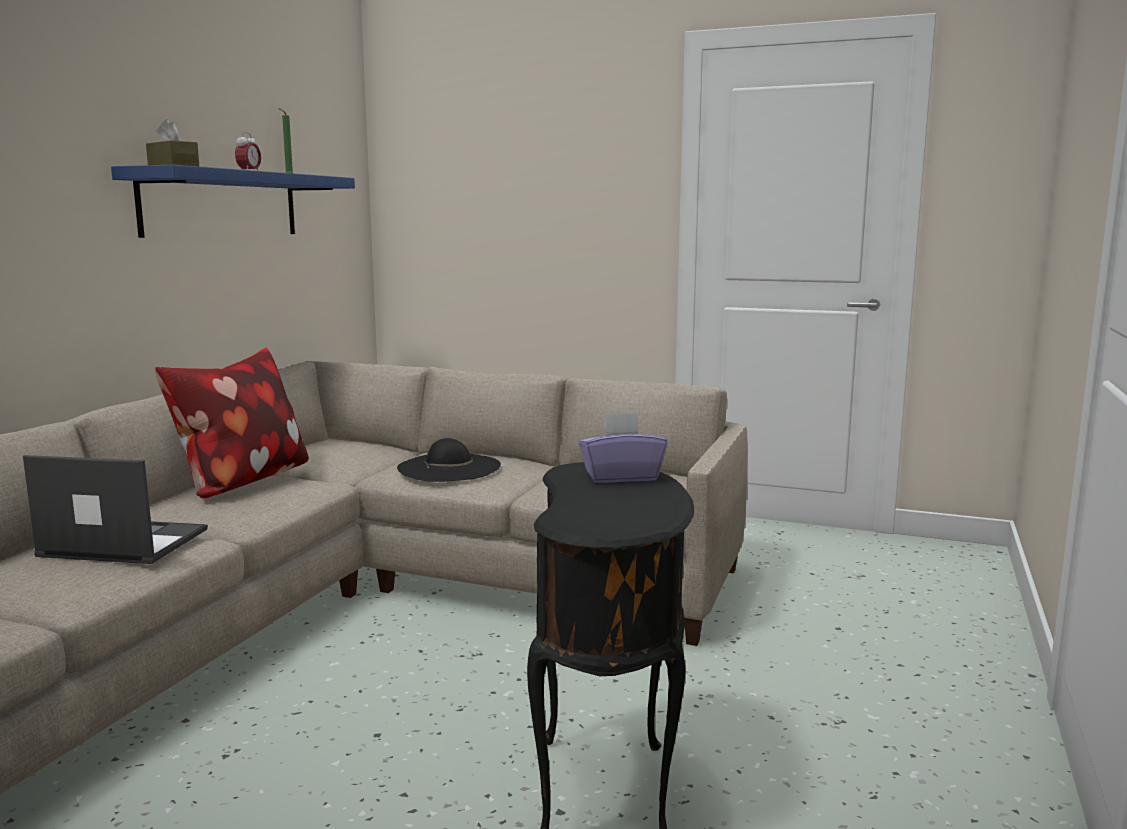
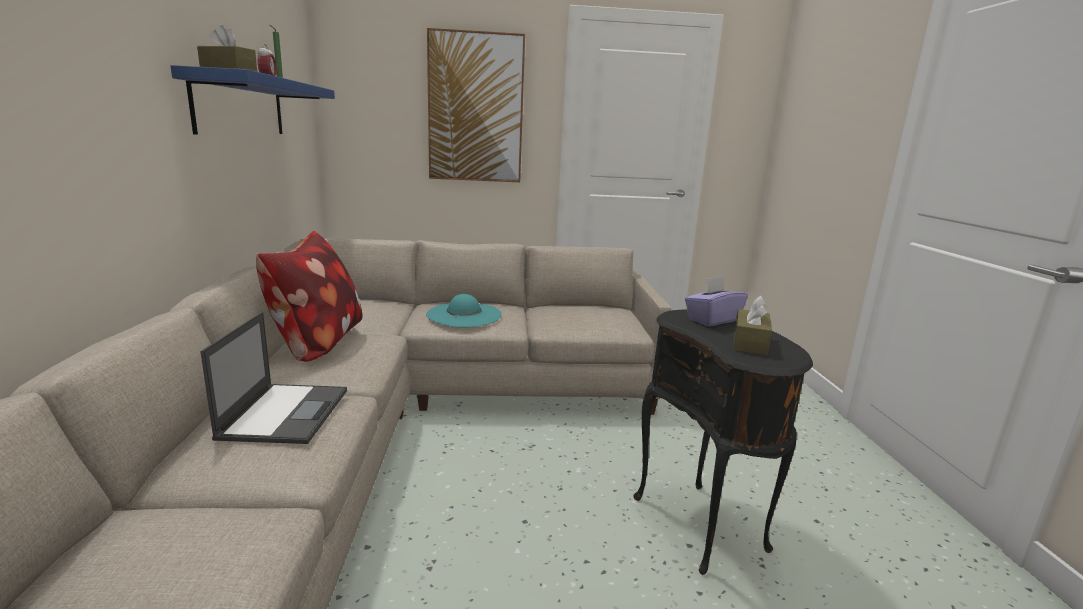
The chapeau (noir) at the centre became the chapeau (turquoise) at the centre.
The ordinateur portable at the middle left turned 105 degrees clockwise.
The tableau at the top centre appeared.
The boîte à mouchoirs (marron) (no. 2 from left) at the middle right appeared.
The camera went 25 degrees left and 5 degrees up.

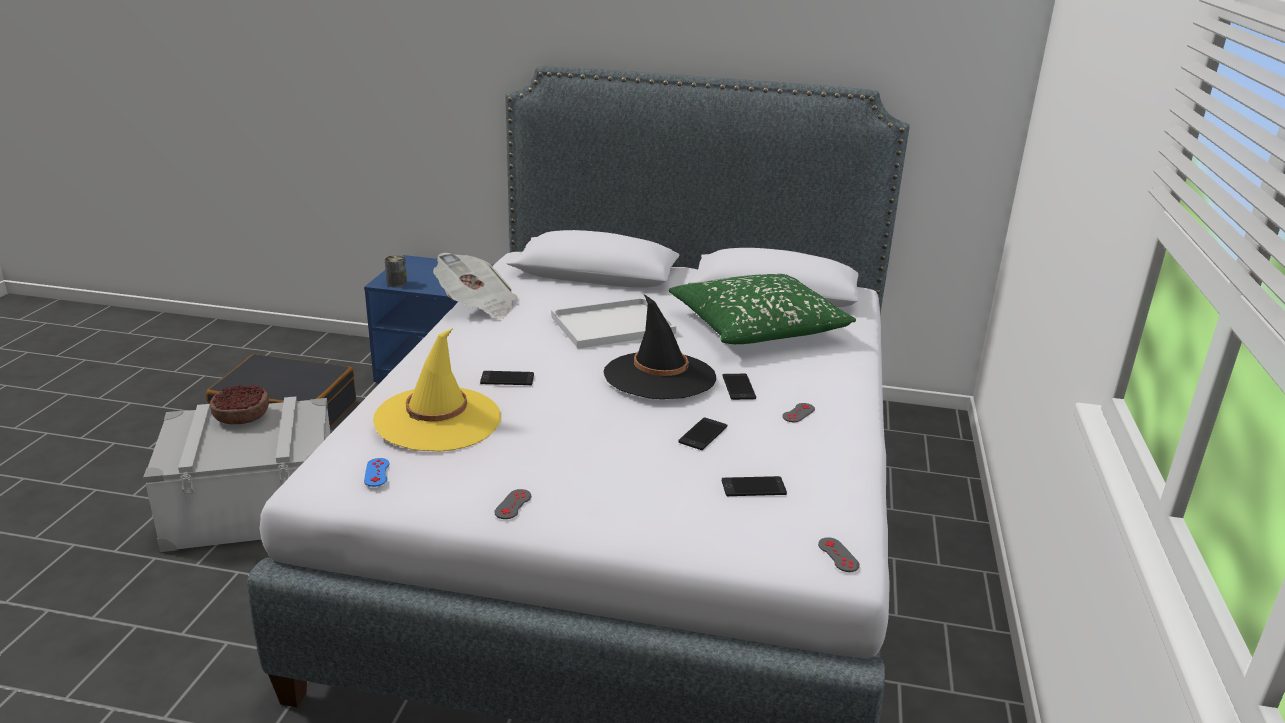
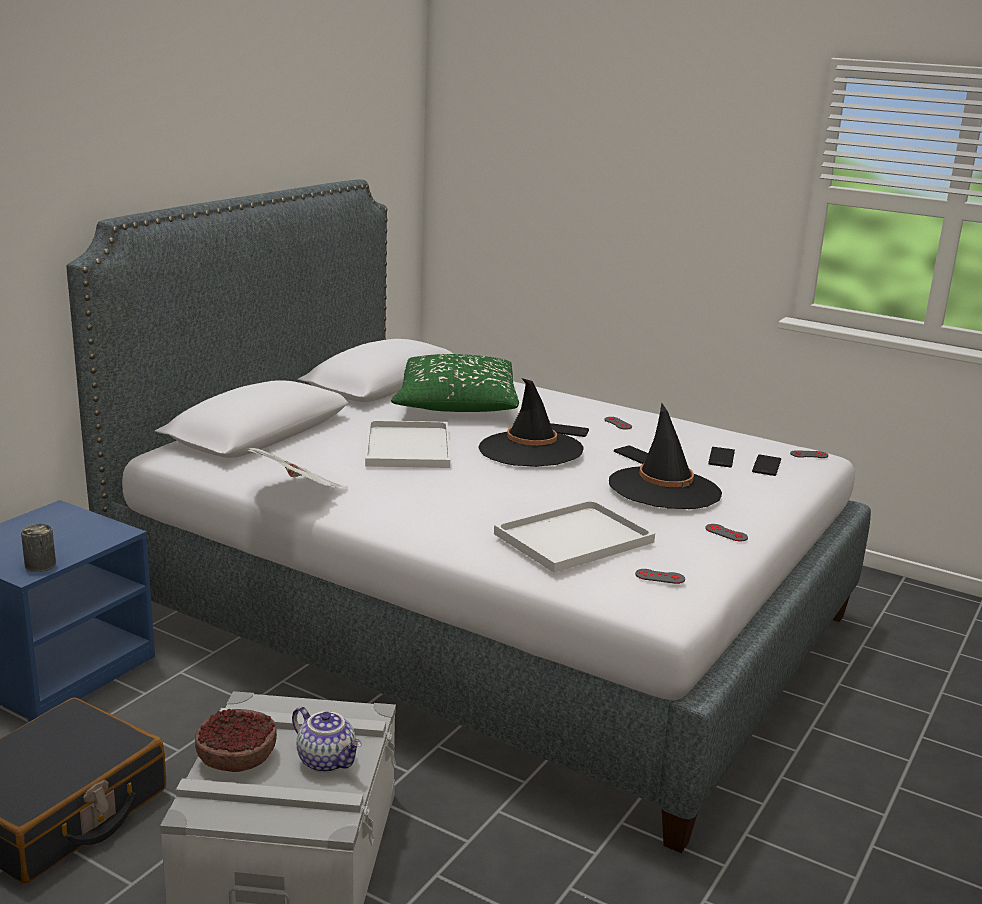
The chapeau (jaune) at the centre was replaced by the plateau (blanc) (no. 2 from left) at the centre.
The téléphone (no. 1 from left in the first image) moved from the centre to the middle right.
The manette (bleu) at the middle left became the manette (gris) (no. 2 from left) at the middle right.
The chapeau (noir) (no. 2 from left) at the middle right appeared.
The théière at the bottom left appeared.
The camera went 70 degrees left and 5 degrees down.

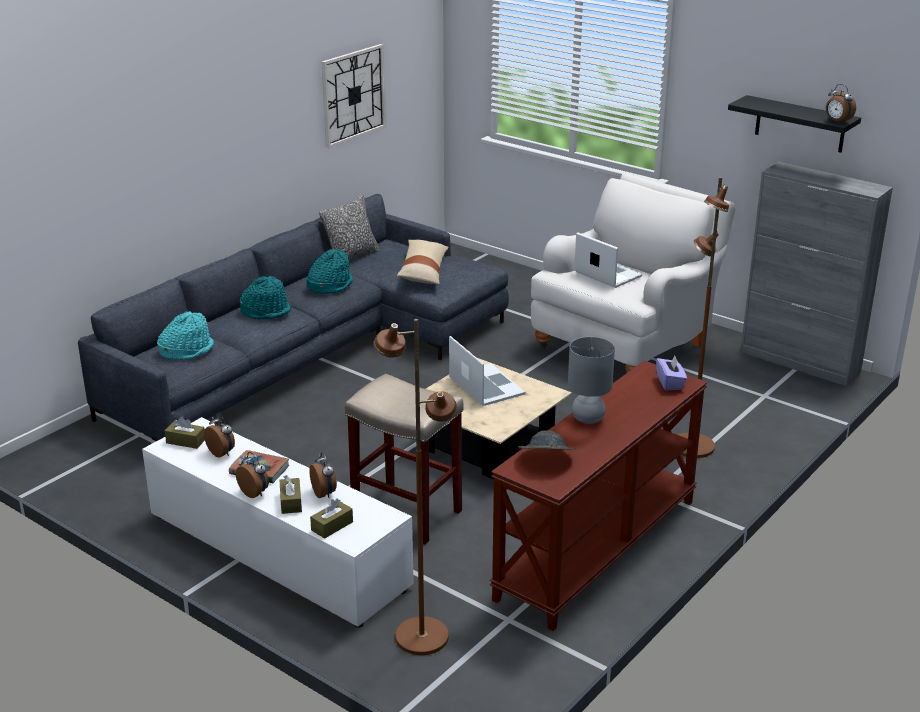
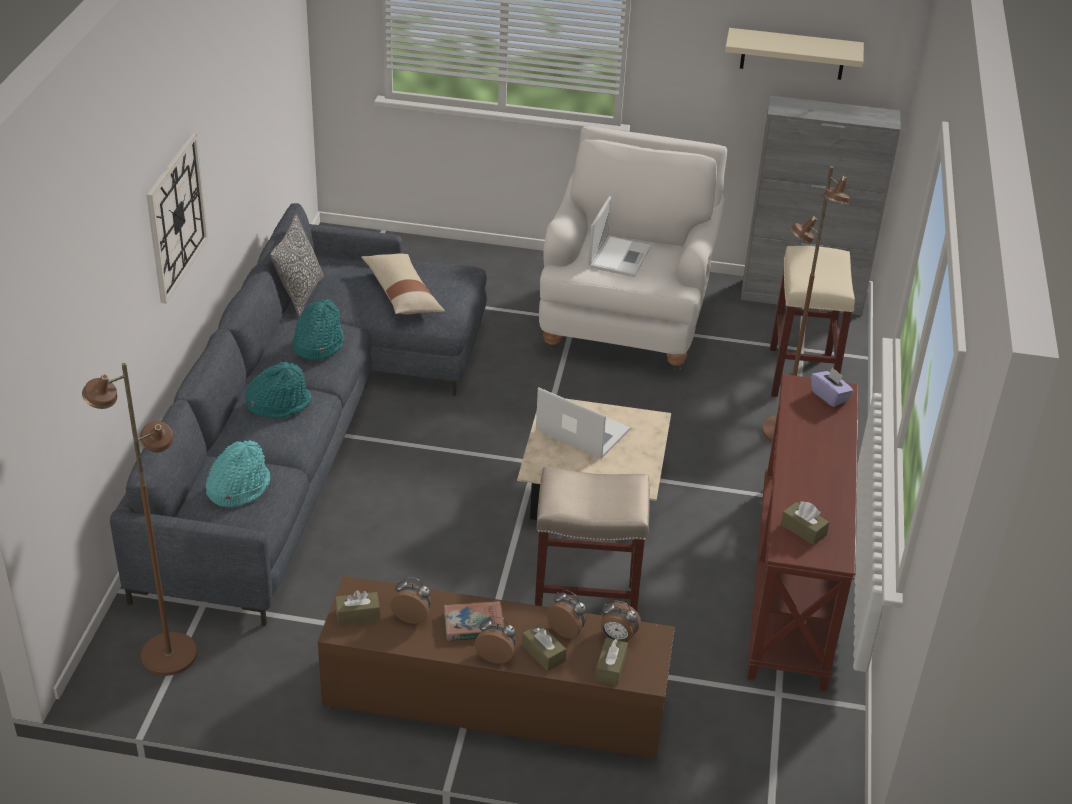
The horloge murale moved from the top centre to the top left.
The réveil (no. 4 from left) moved from the top right to the bottom centre.
The étagère (noir) at the top right became the étagère (beige) at the top right.
The ordinateur portable (no. 2 from left) at the centre turned 90 degrees clockwise.
The lampadaire (marron) (no. 1 from left) moved from the bottom centre to the middle left.
The lampe de table (gris) at the centre disappeared.
The meuble télé (blanc) at the bottom left became the meuble télé (marron) at the bottom centre.
The chapeau (gris) at the centre was replaced by the boîte à mouchoirs (marron) (no. 4 from left) at the middle right.
The tabouret (beige) (no. 2 from left) at the middle right appeared.
The camera went 30 degrees left and 10 degrees up.

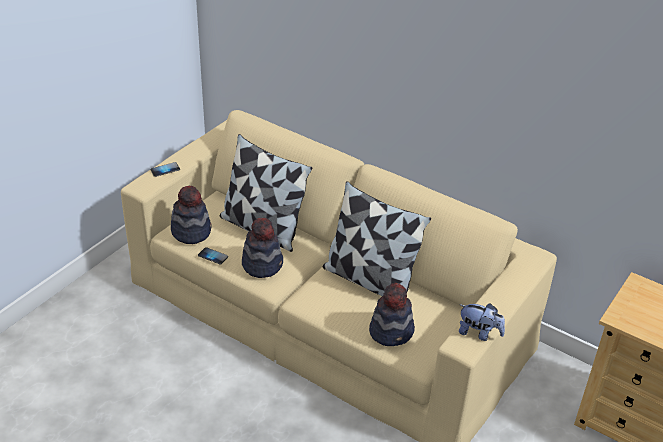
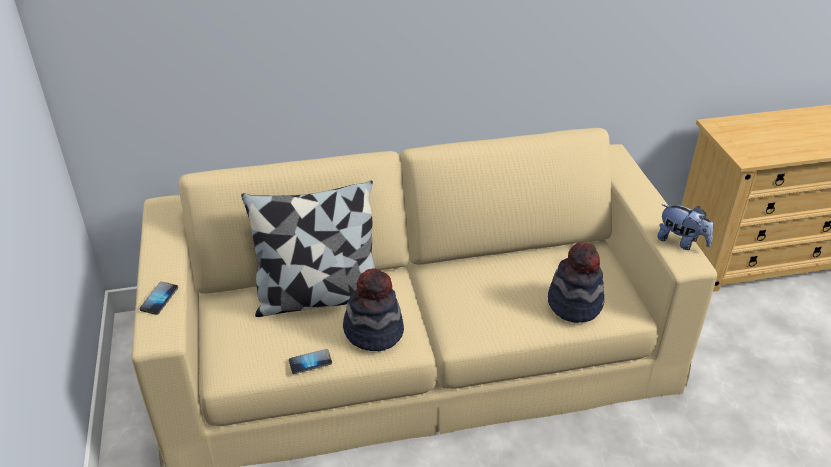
The coussin (no. 2 from left) at the centre disappeared.
The chapeau (no. 1 from left) at the middle left disappeared.
The peluche at the bottom right turned 60 degrees clockwise.
The camera went 45 degrees left and 0 degrees up.

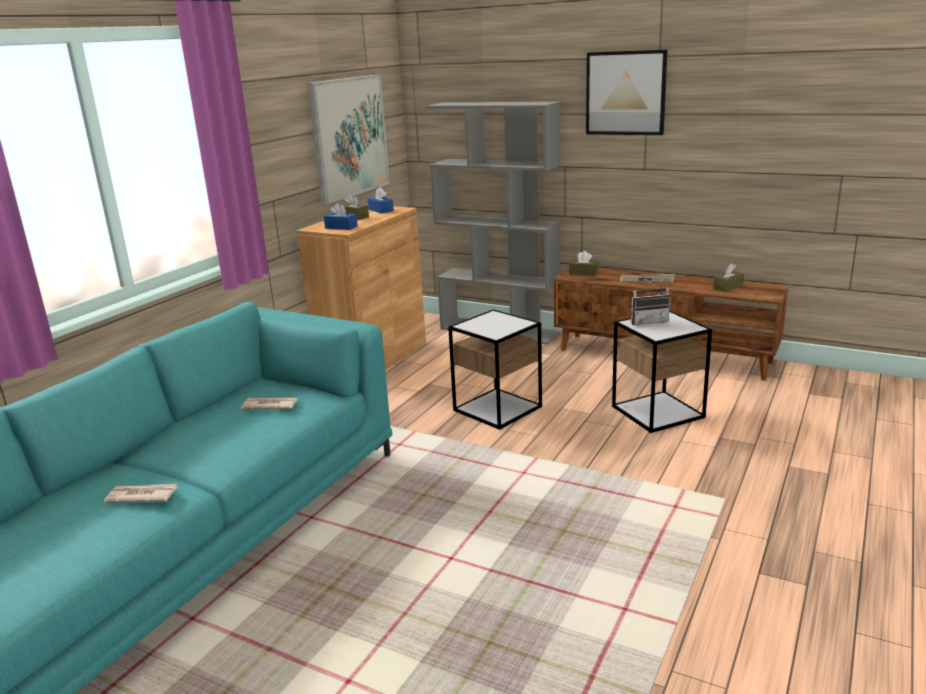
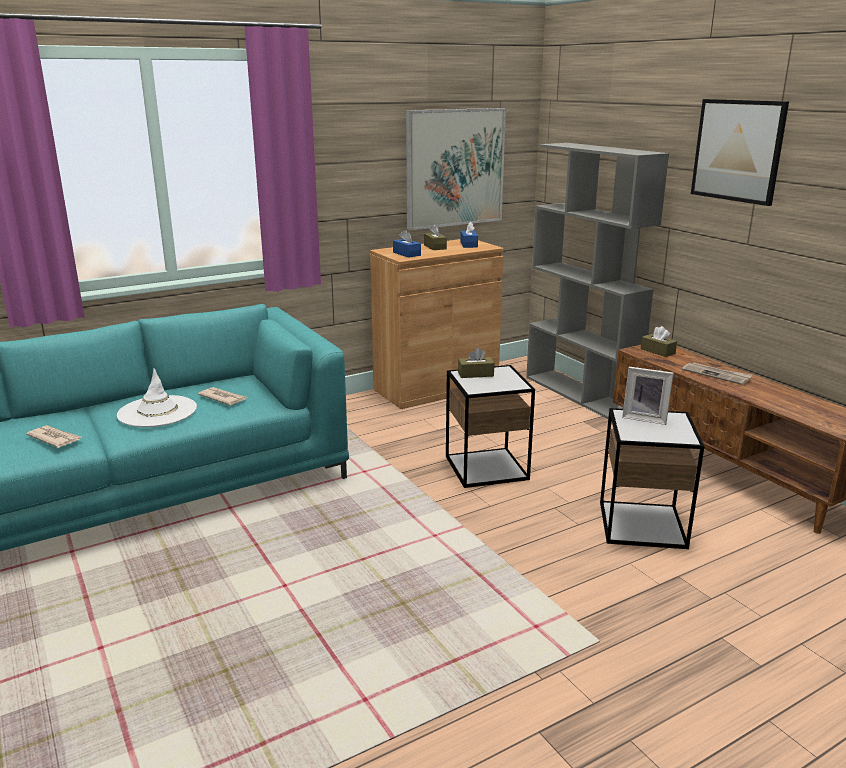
The boîte à mouchoirs (marron) (no. 3 from left in the first image) moved from the middle right to the centre.
The radio at the middle right was replaced by the cadre photo at the middle right.
The chapeau (blanc) at the middle left appeared.
The camera went 30 degrees right and 0 degrees up.

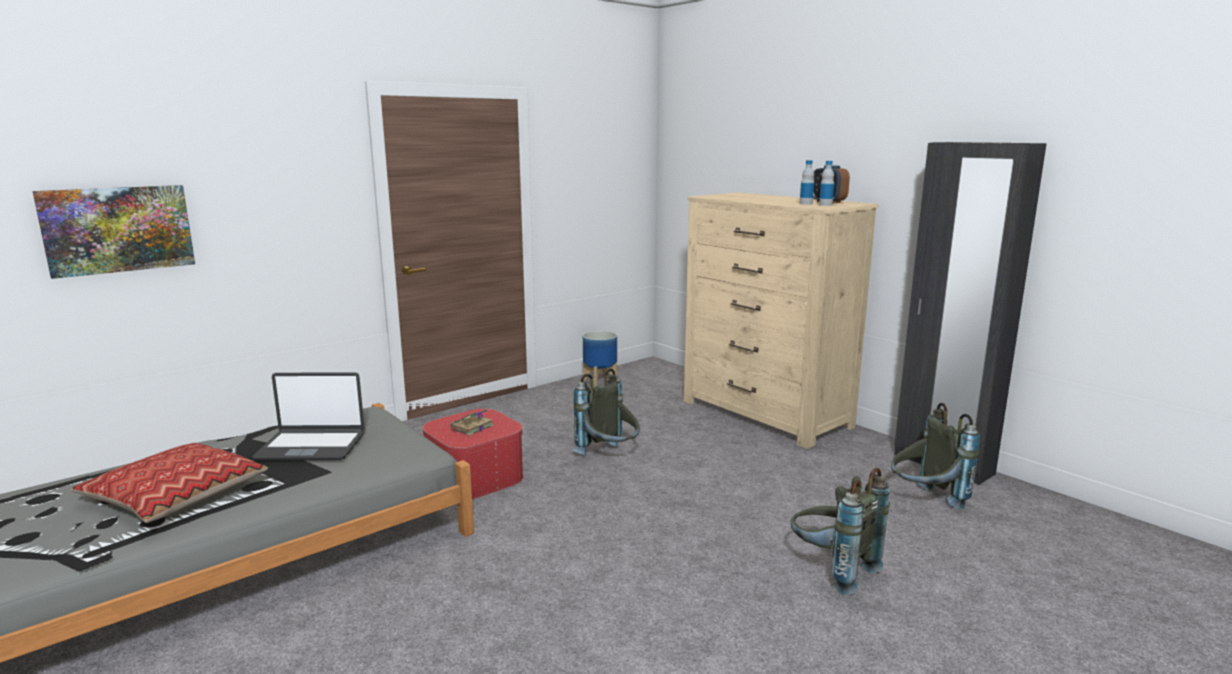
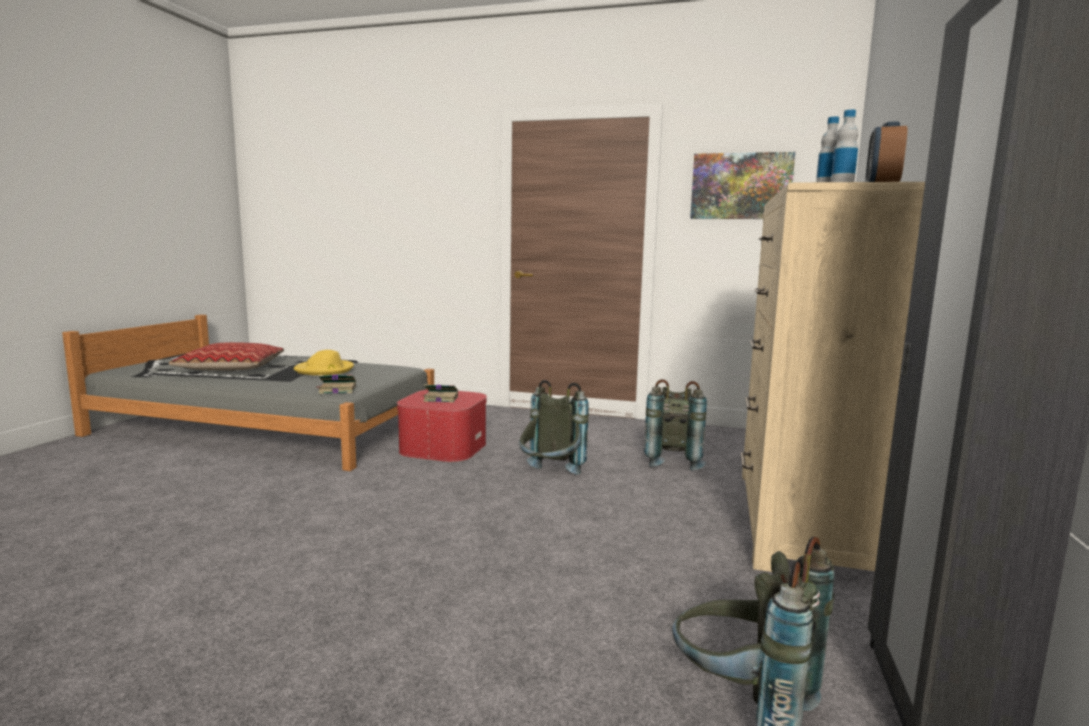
The tableau moved from the middle left to the top right.
The cache-pot at the centre disappeared.
The ordinateur portable at the middle left was replaced by the chapeau (jaune) at the middle left.
The sac à dos (gris) (no. 2 from left) moved from the bottom right to the centre.
The livre (no. 1 from left) at the middle left appeared.
The camera went 55 degrees right and 5 degrees down.

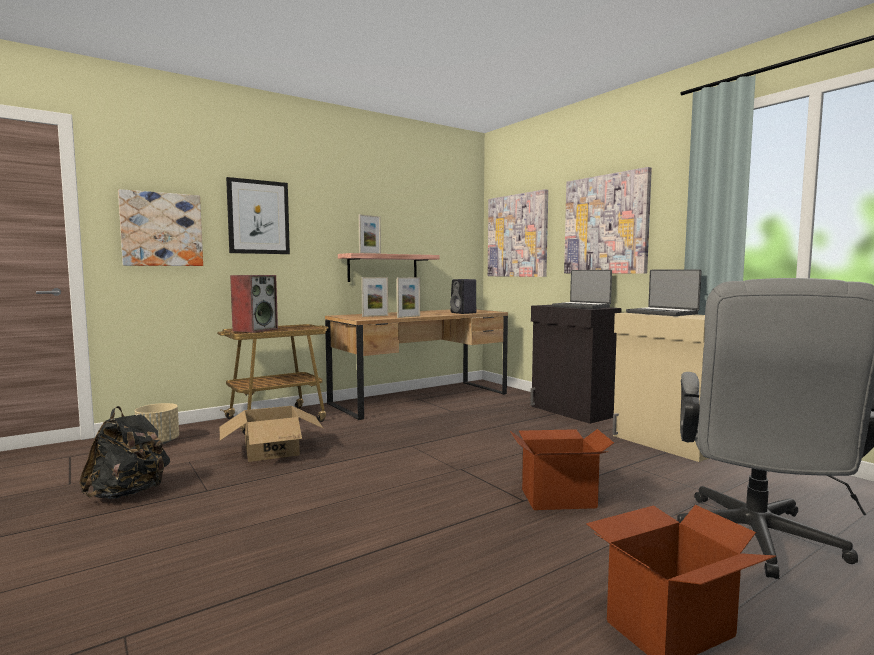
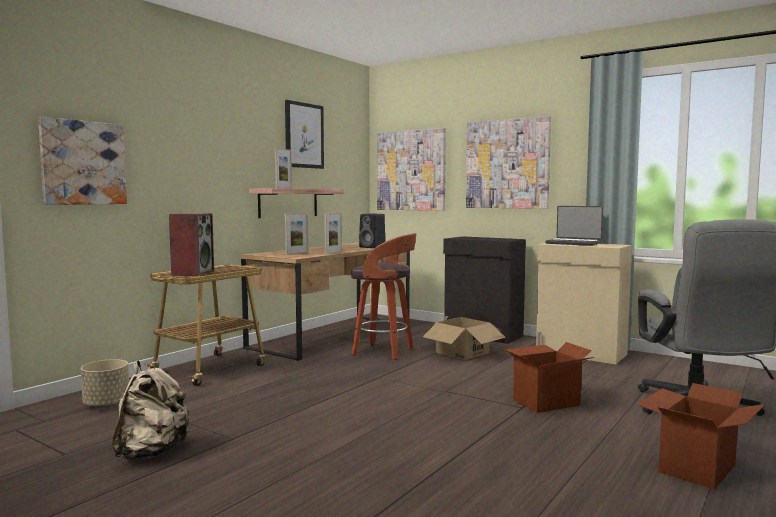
The tableau (no. 2 from left) moved from the top left to the top centre.
The ordinateur portable (no. 1 from left) at the centre disappeared.
The sac à dos (noir) at the bottom left became the sac à dos (beige) at the bottom left.
The carton (no. 1 from left) moved from the middle left to the centre.
The tabouret at the centre appeared.
The camera went 20 degrees left and 0 degrees up.

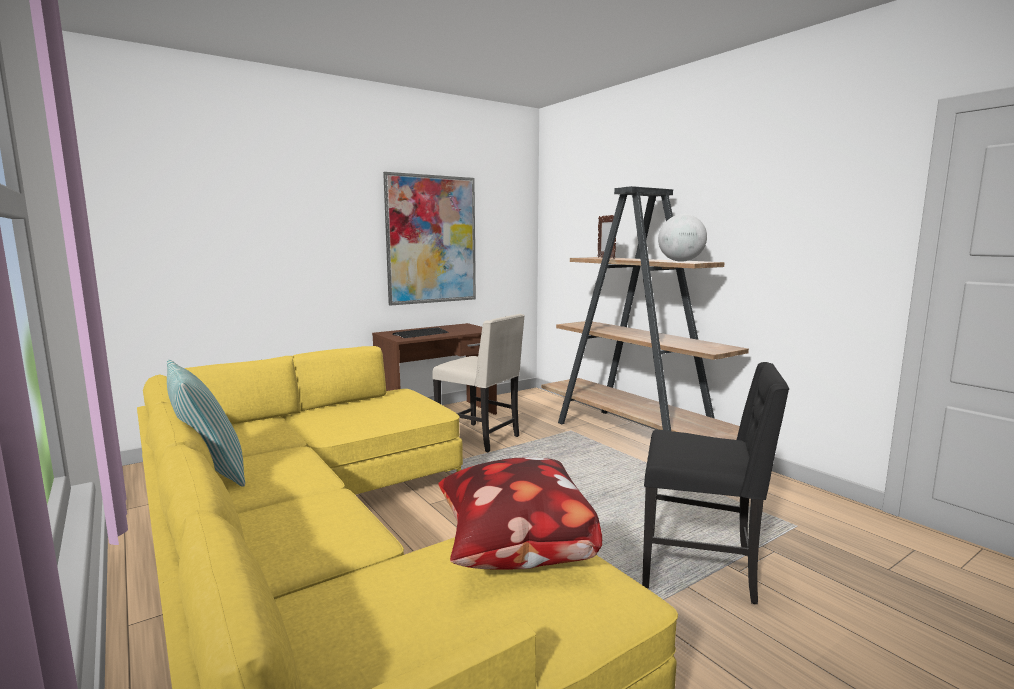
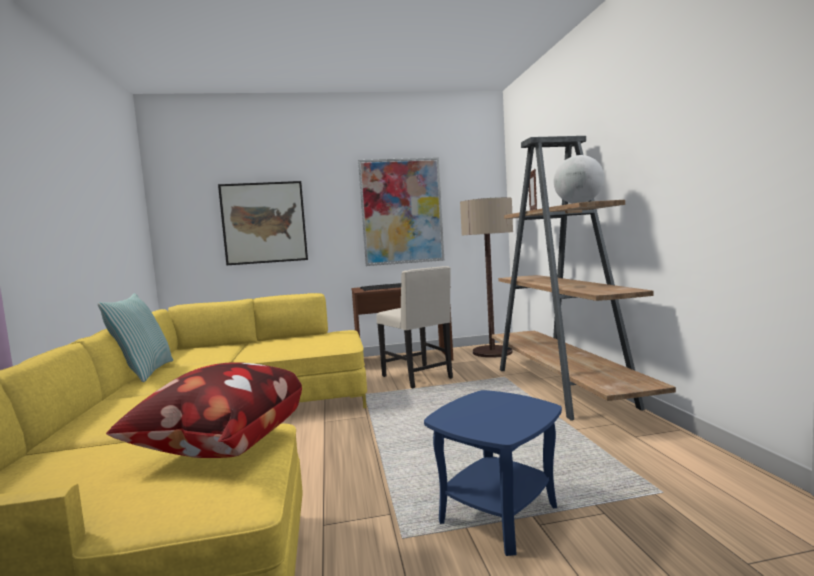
The chaise (noir) at the bottom right was replaced by the table d'appoint (bleu) at the bottom centre.
The tableau (no. 1 from left) at the middle left appeared.
The lampadaire at the centre appeared.
The camera went 25 degrees right and 5 degrees down.

